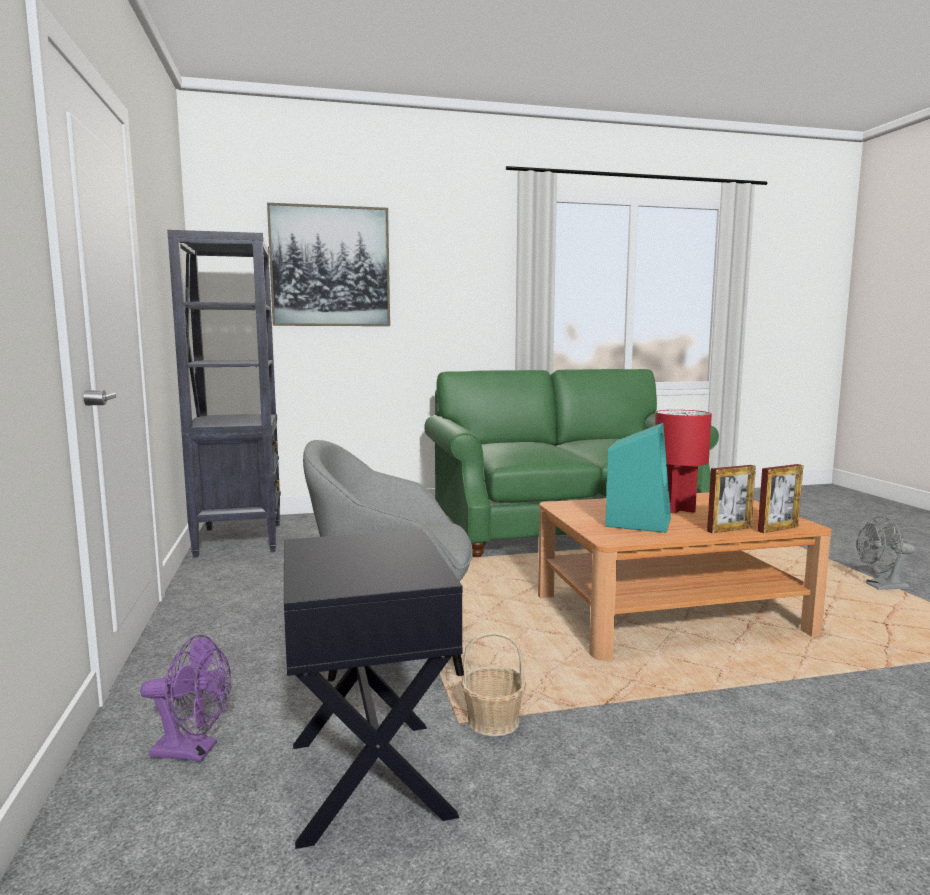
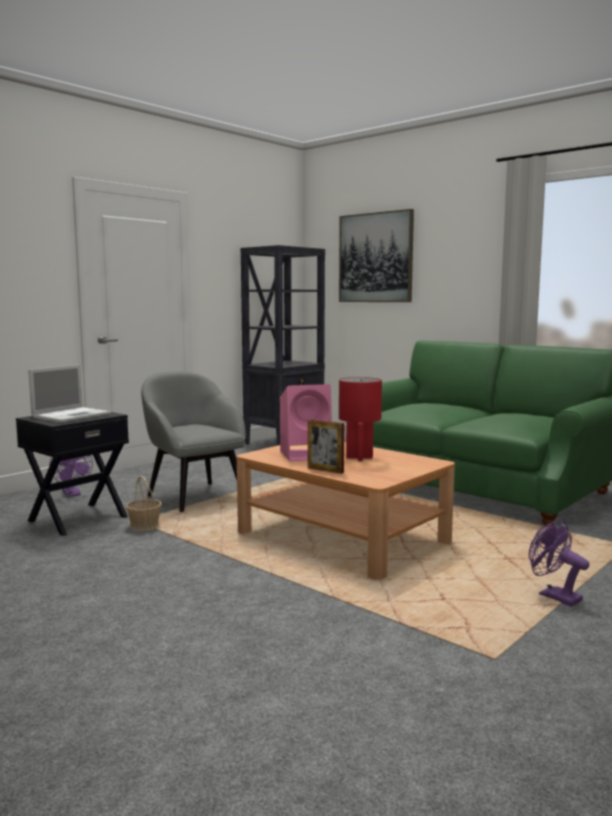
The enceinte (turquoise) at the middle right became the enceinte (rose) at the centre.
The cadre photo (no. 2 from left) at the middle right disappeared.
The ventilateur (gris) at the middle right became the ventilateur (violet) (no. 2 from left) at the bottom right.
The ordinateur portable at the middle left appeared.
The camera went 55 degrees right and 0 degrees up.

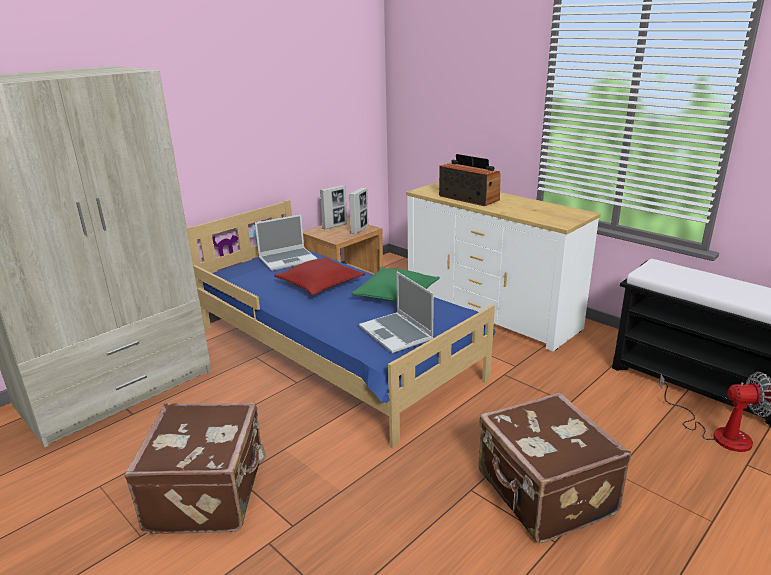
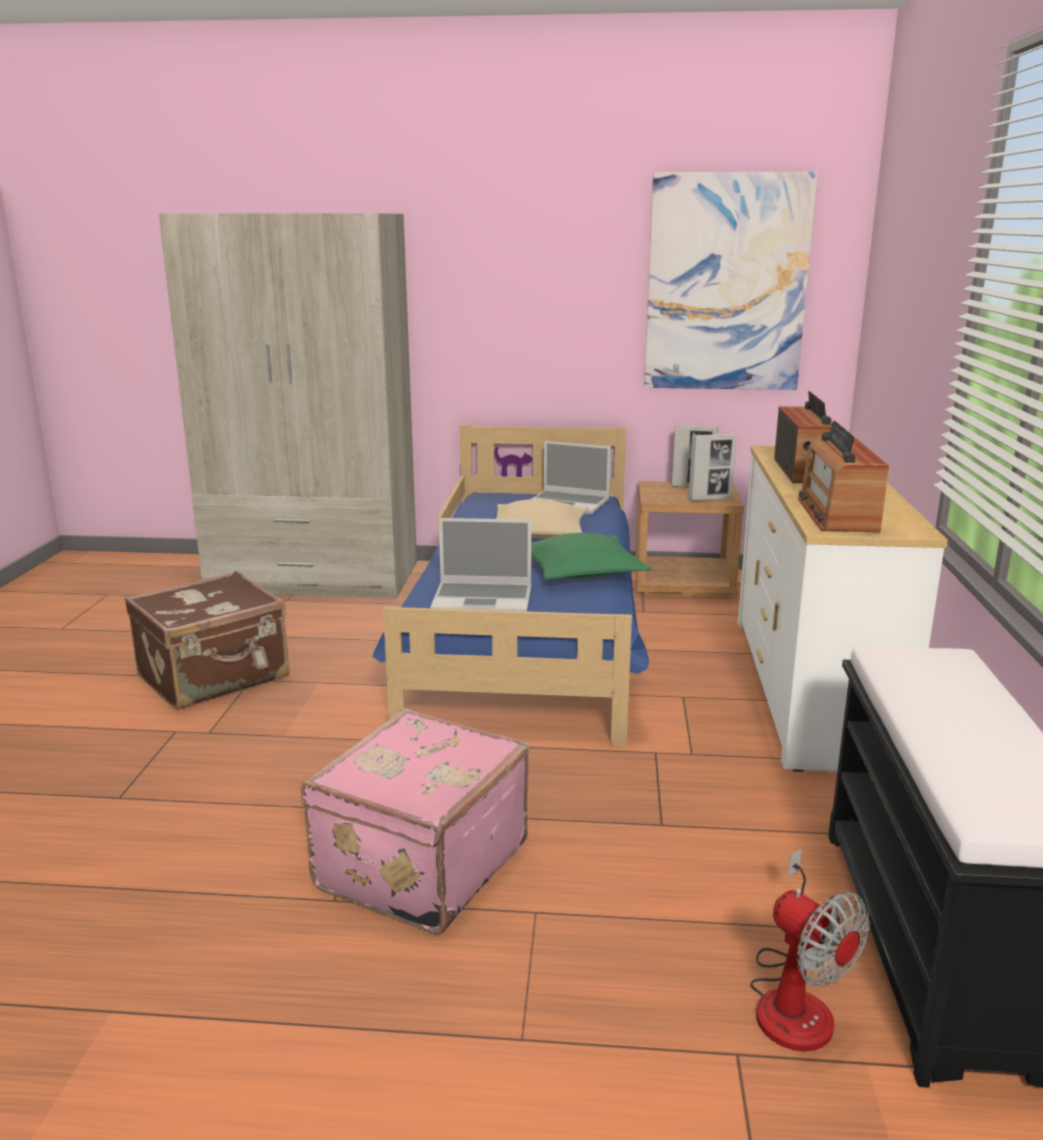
The coussin (rouge) at the centre became the coussin (beige) at the centre.
The ordinateur portable (no. 2 from left in the first image) at the centre turned 105 degrees counterclockwise.
The valise (marron) (no. 2 from left) at the bottom right became the valise (rose) at the bottom centre.
The tableau at the top right appeared.
The radio (no. 2 from left) at the middle right appeared.
The camera went 50 degrees right and 5 degrees down.

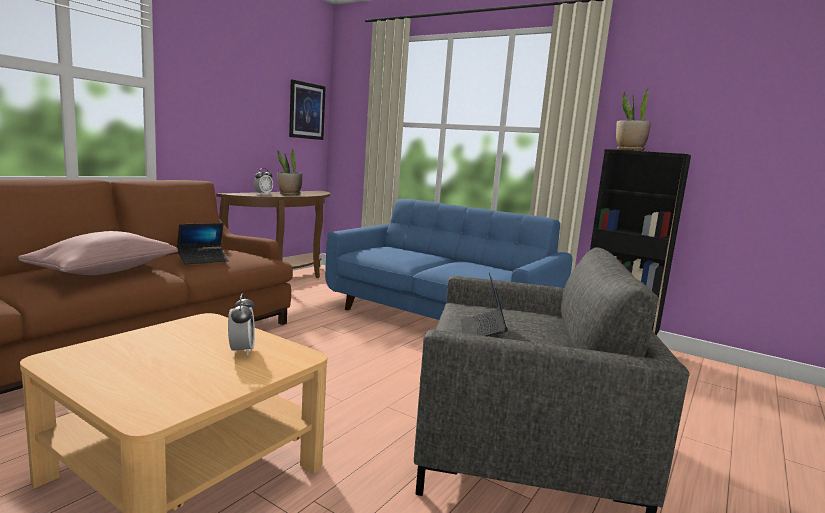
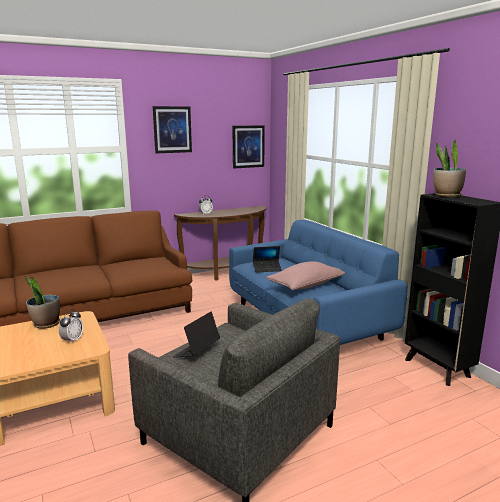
The plante en pot (no. 1 from left) moved from the centre to the middle left.
The ordinateur portable (no. 1 from left in the first image) moved from the middle left to the centre.
The coussin (rose) moved from the middle left to the centre.
The tableau (no. 1 from left) at the top centre appeared.
The camera went 30 degrees right and 5 degrees up.

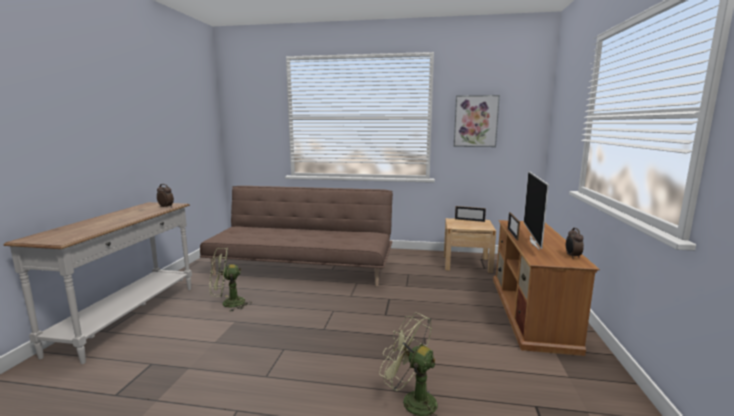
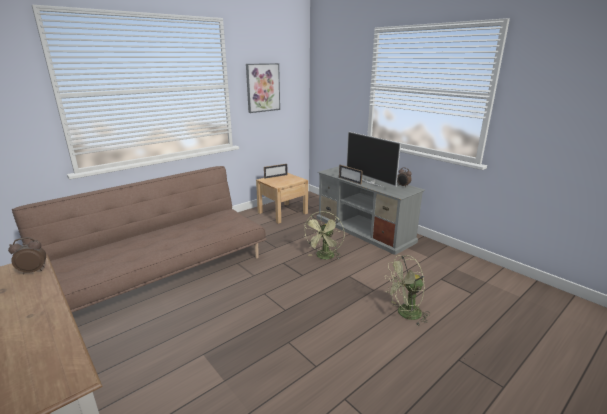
The meuble télé (marron) at the bottom right became the meuble télé (gris) at the centre.
The ventilateur (vert) (no. 1 from left) moved from the bottom left to the centre.
The camera went 50 degrees left and 10 degrees up.

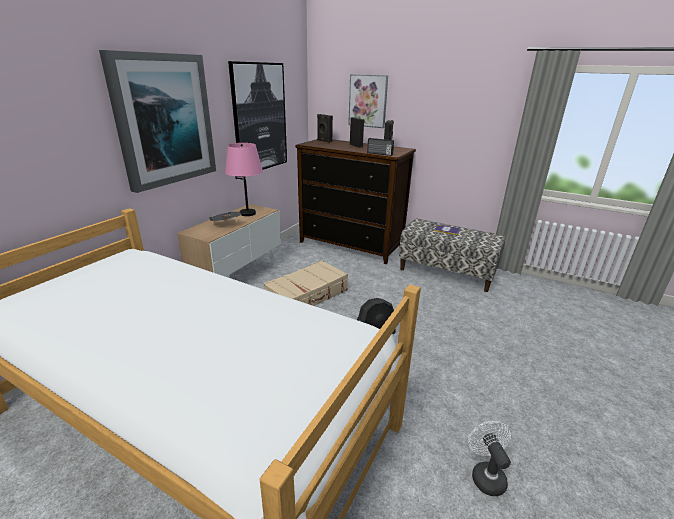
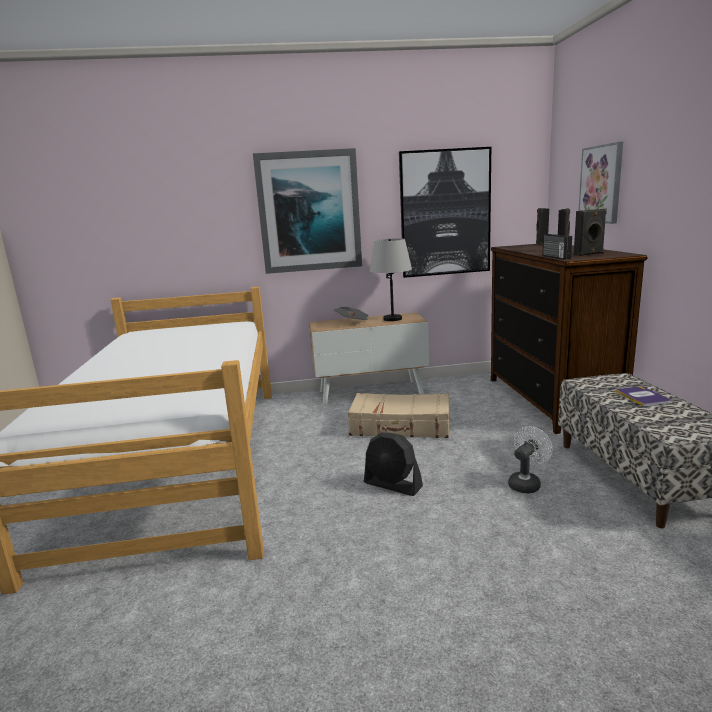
The lampe de table (rose) at the centre became the lampe de table (gris) at the centre.
The ventilateur (blanc) moved from the bottom right to the middle right.
The camera went 55 degrees right and 10 degrees down.

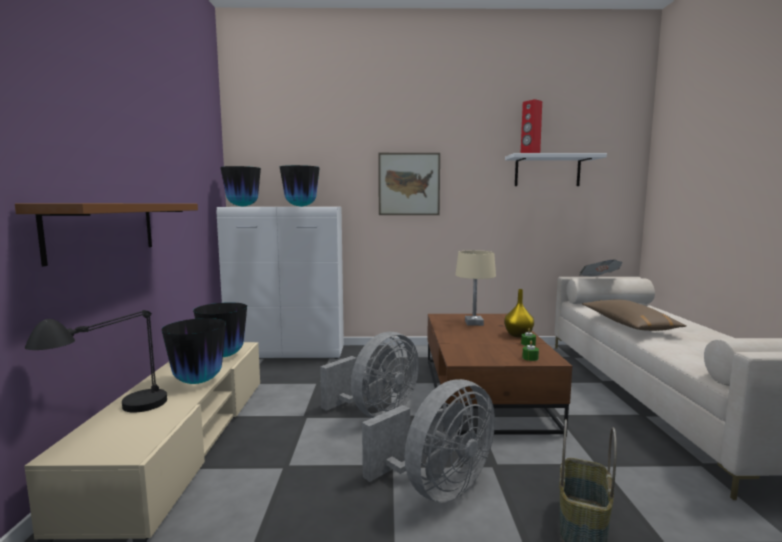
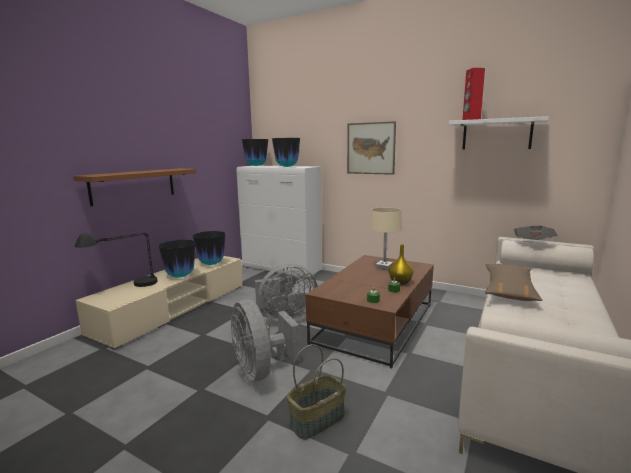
The ventilateur (gris) (no. 2 from left in the first image) at the bottom centre turned 75 degrees clockwise.
The camera went 30 degrees right and 5 degrees up.

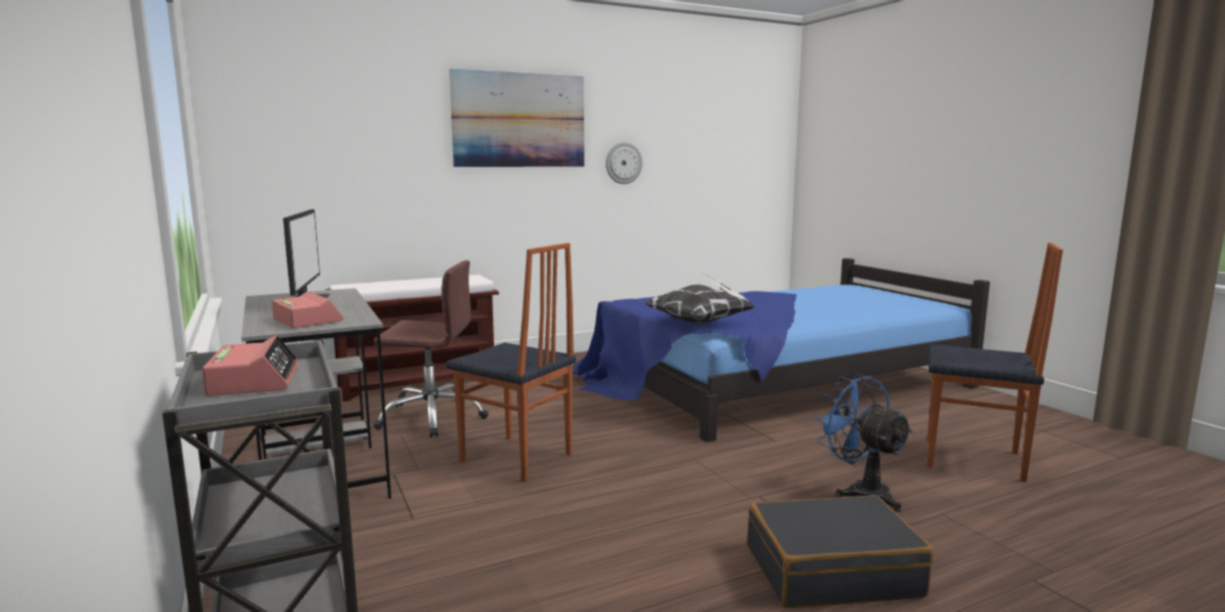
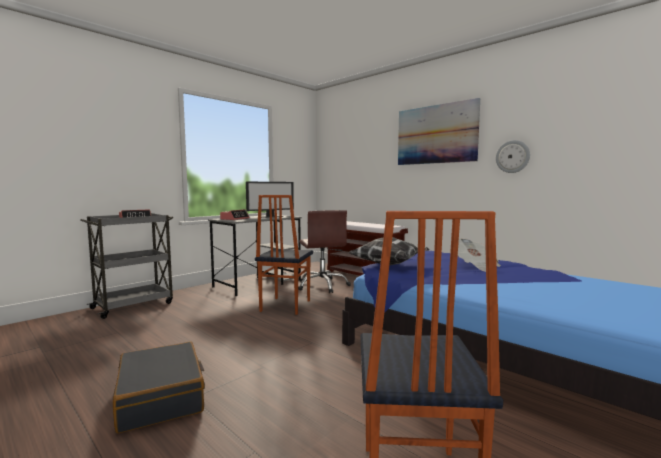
The ventilateur (bleu) at the bottom right disappeared.
The camera went 70 degrees right and 5 degrees down.

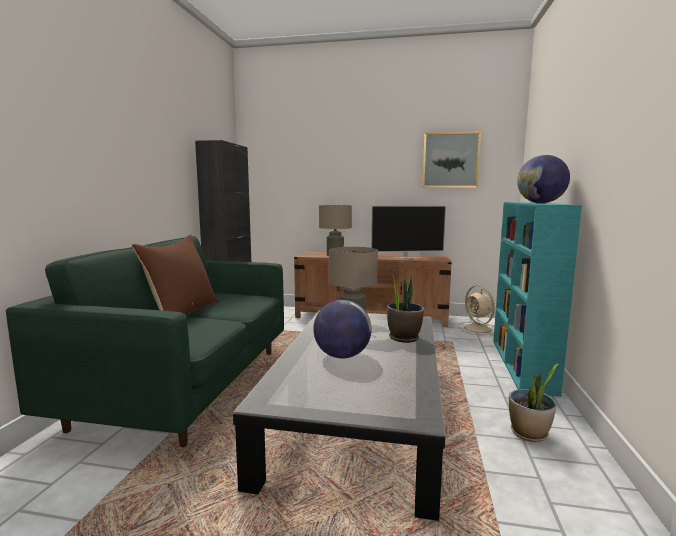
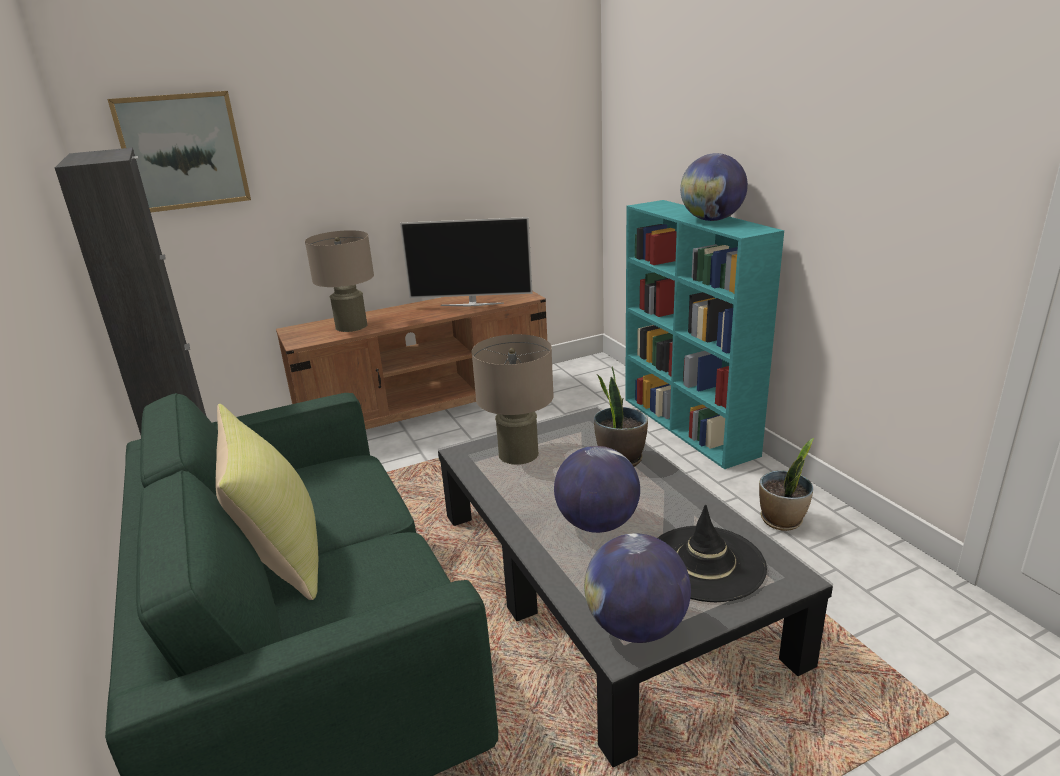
The tableau moved from the top right to the top left.
The téléviseur at the centre turned 45 degrees clockwise.
The coussin (marron) at the middle left became the coussin (jaune) at the middle left.
The ventilateur (beige) at the middle right disappeared.
The chapeau (noir) at the bottom right appeared.
The globe (no. 2 from left) at the bottom centre appeared.
The camera went 35 degrees left and 15 degrees up.

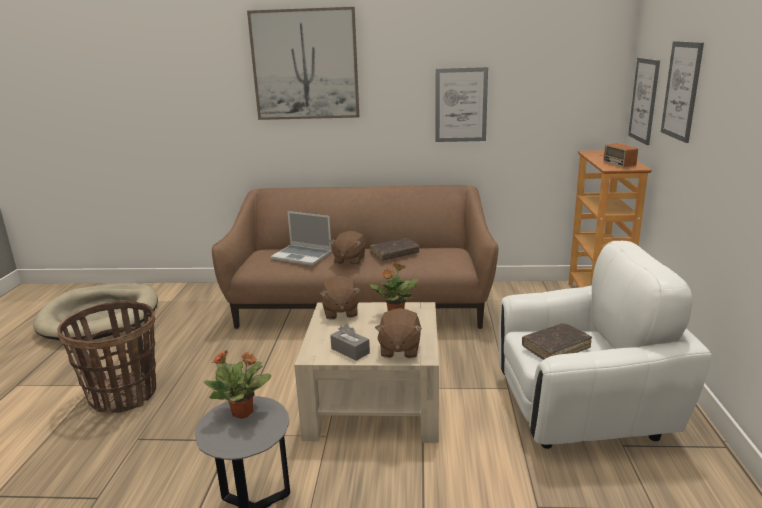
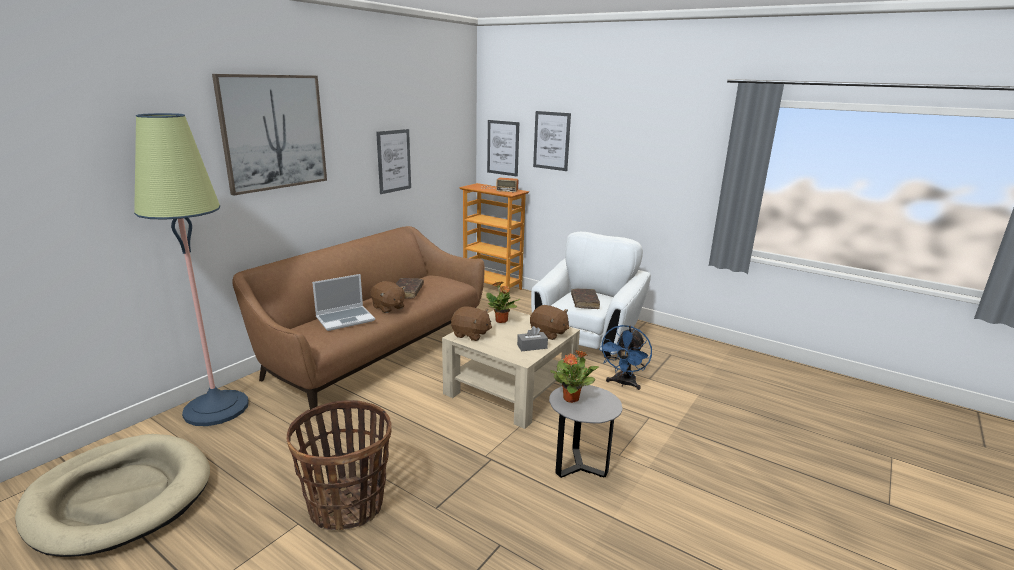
The lampadaire at the middle left appeared.
The ventilateur (bleu) at the centre appeared.
The camera went 60 degrees left and 0 degrees up.

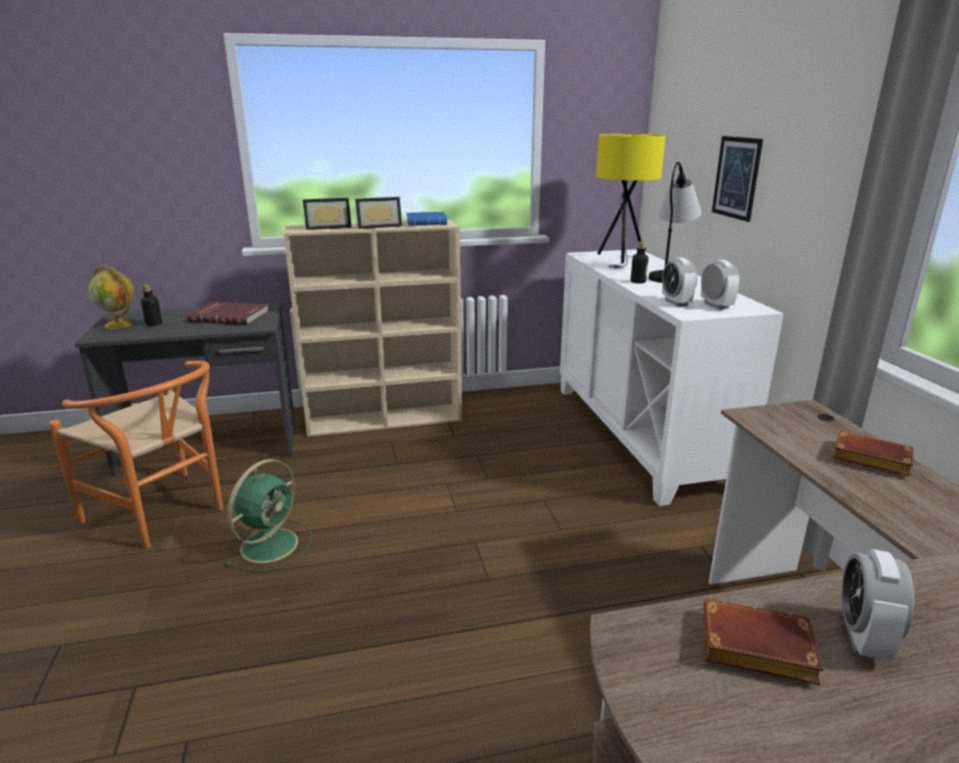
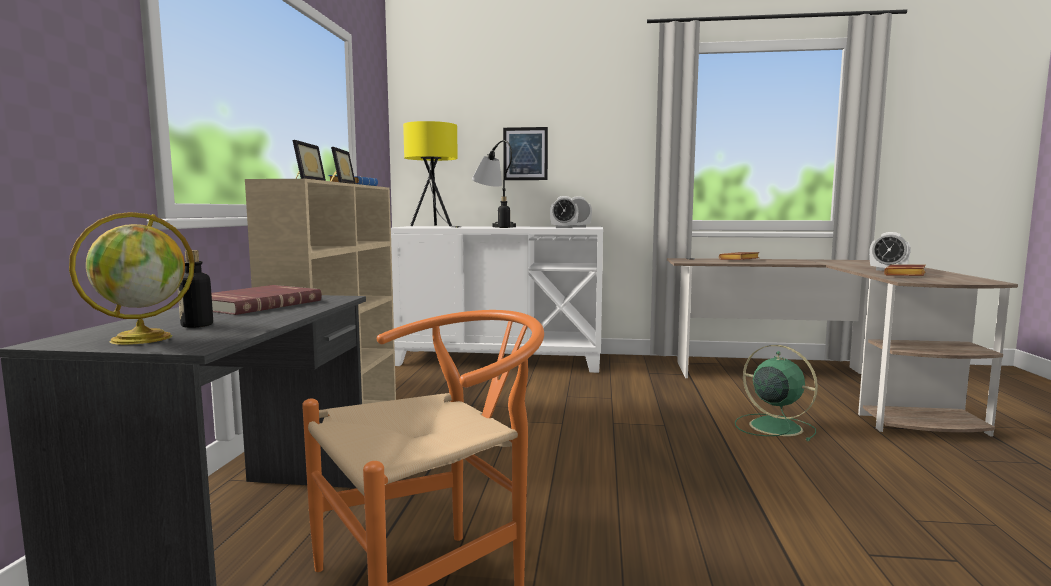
The ventilateur (vert) moved from the bottom left to the bottom right.
The camera went 70 degrees left and 15 degrees down.

